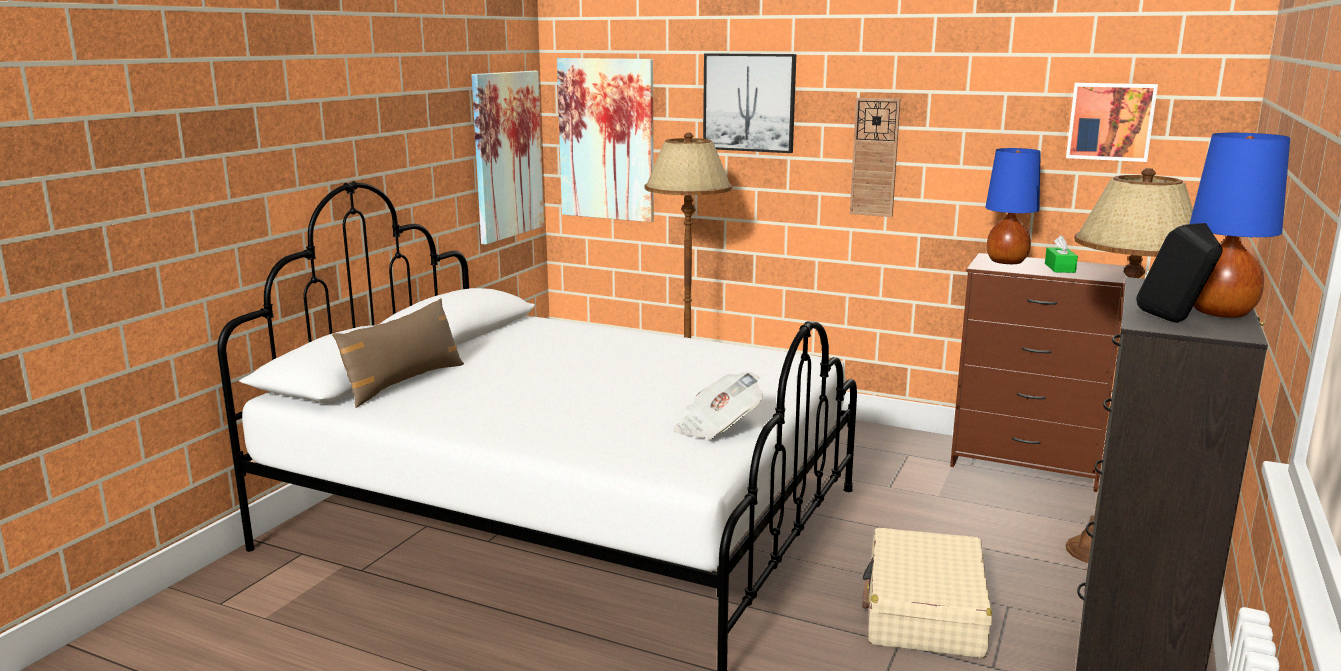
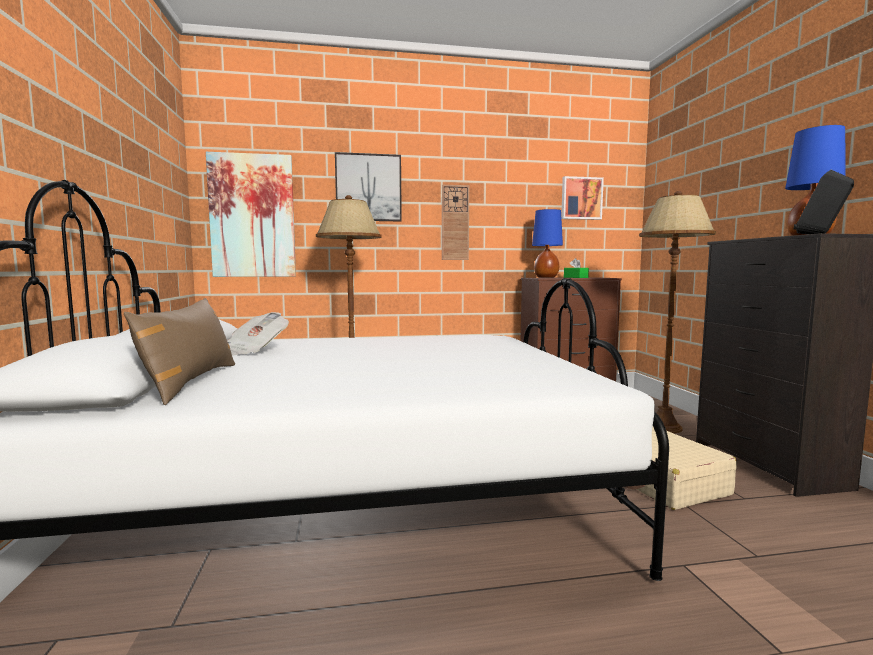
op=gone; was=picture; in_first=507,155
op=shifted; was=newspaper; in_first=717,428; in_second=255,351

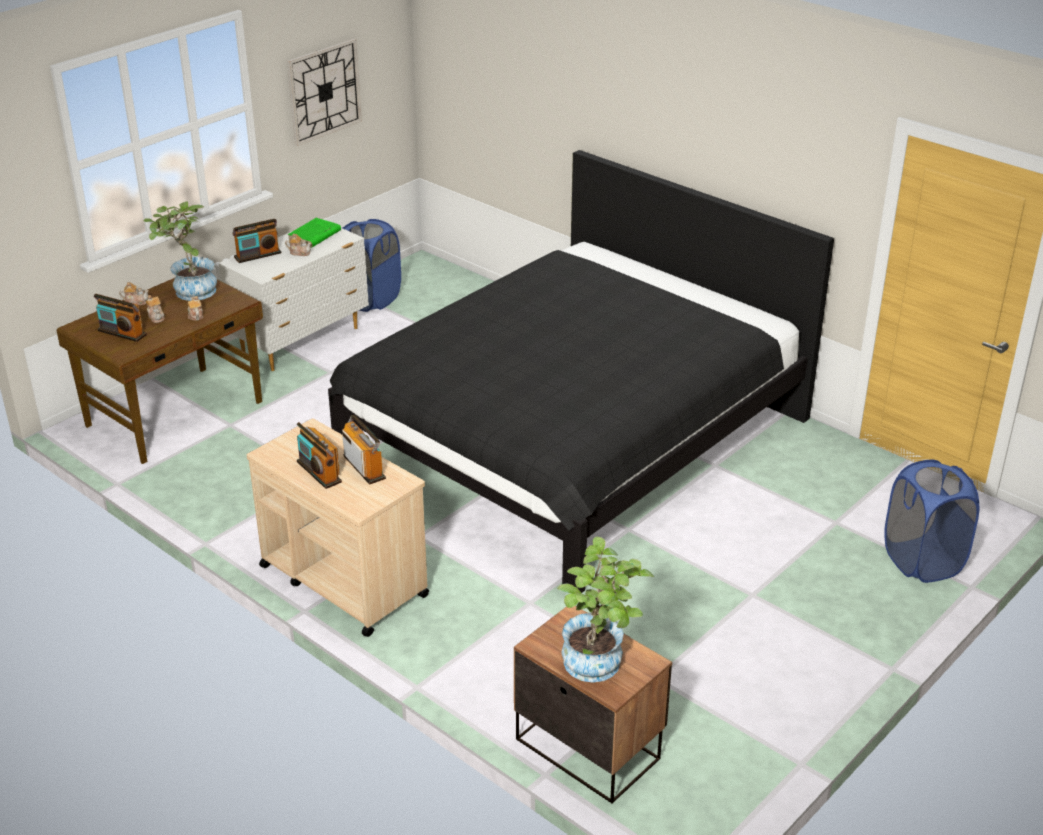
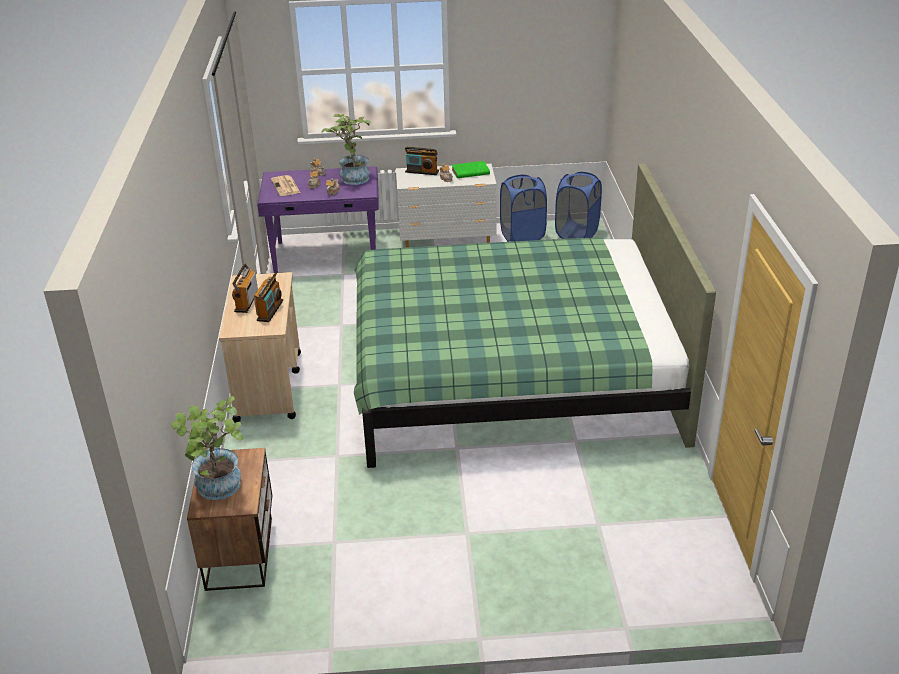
op=gone; was=wall clock; in_first=324,91
op=repainted; was=black bed; now=green bed; in_first=573,437; in_second=512,375
op=repainted; was=brown desk; now=purple desk; in_first=177,414; in_second=327,256
op=swapped; was=radio; now=newspaper; in_first=122,333; in_second=286,186
op=shifted; was=blue laundry basket; in_first=922,561; in_second=576,233

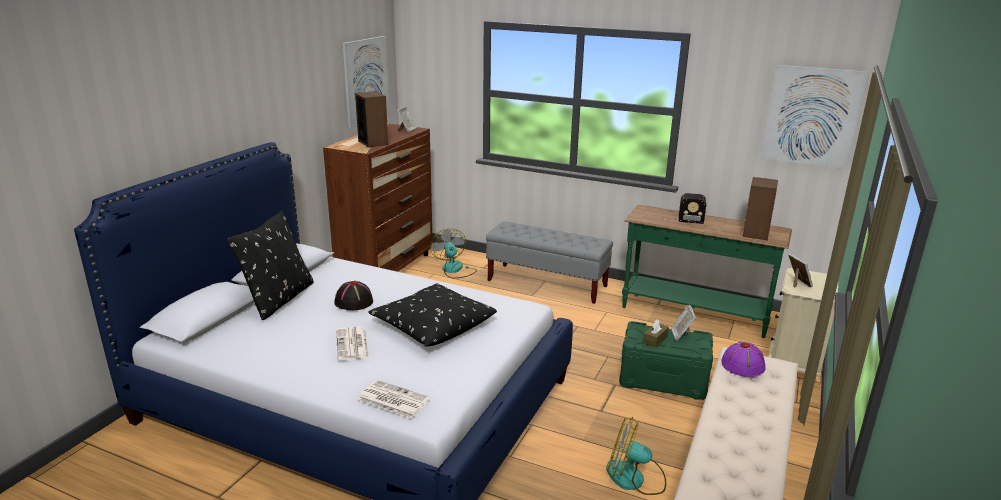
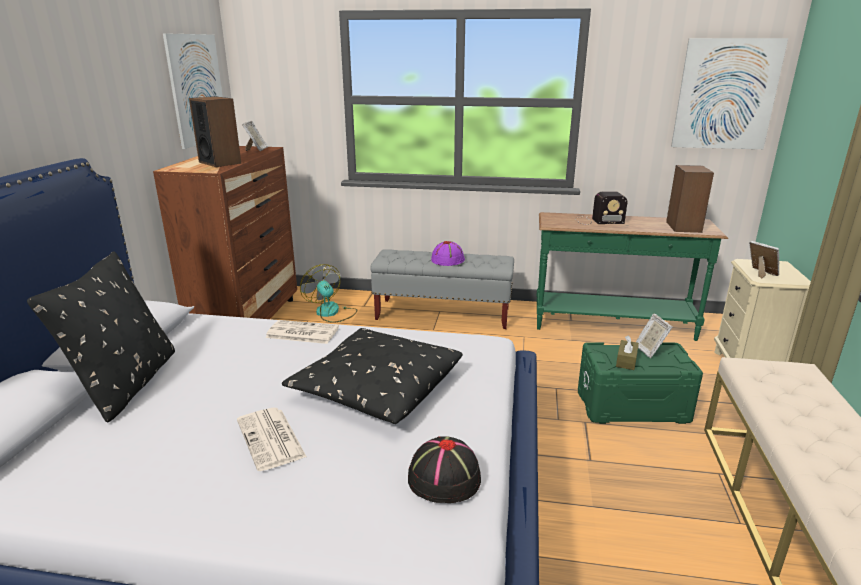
op=shifted; was=black hat; in_first=353,302; in_second=443,478
op=shifted; was=purple hat; in_first=743,365; in_second=448,260
op=shifted; was=newspaper; in_first=392,400; in_second=301,333
op=gone; was=fan; in_first=634,478

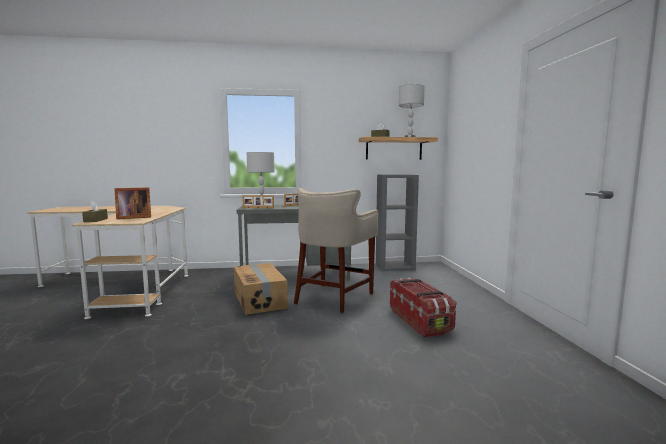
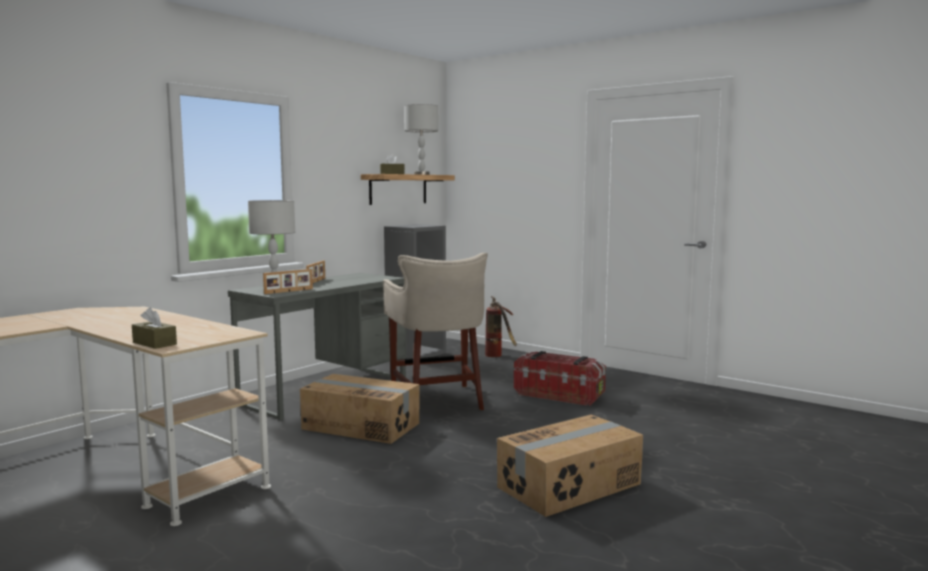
op=gone; was=picture frame; in_first=132,217
op=new; now=fire extinguisher; in_second=499,356
op=new; now=cardboard box; in_second=570,486

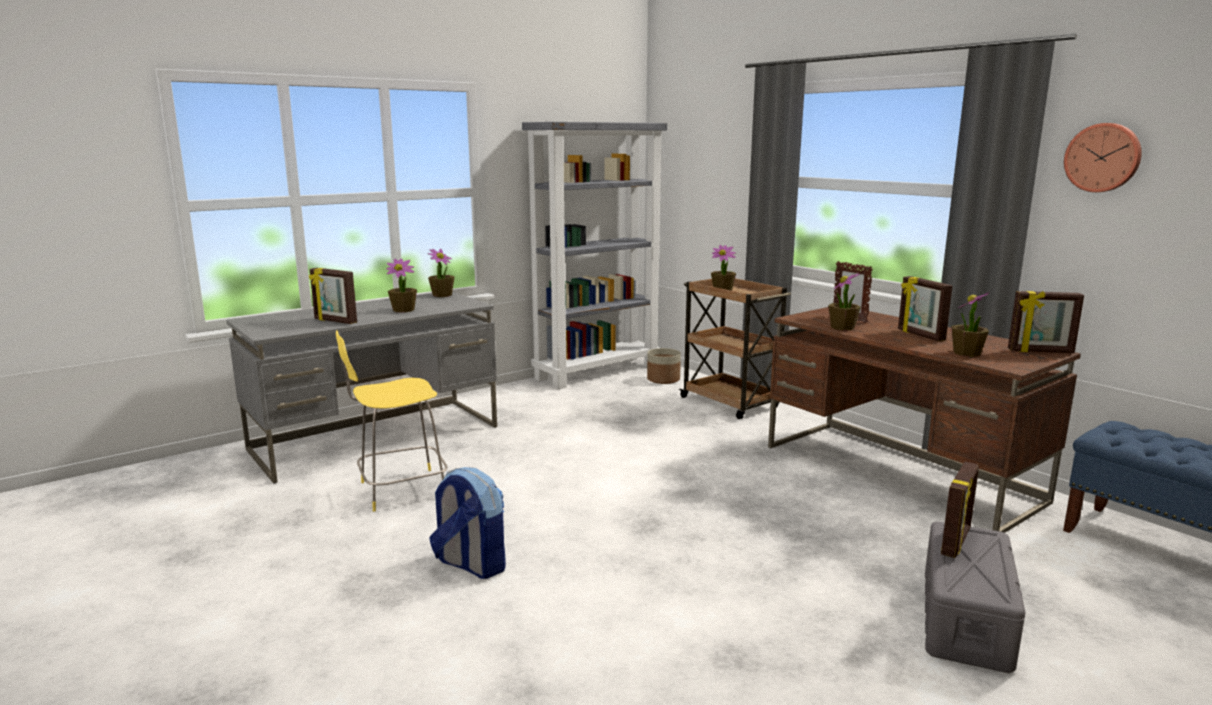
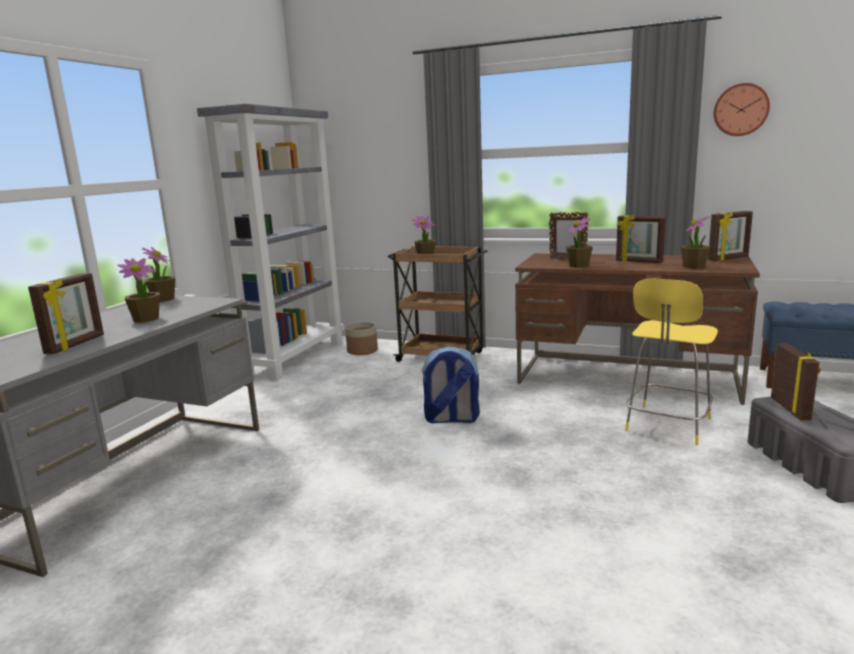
op=rotated; was=picture frame; in_first=335,321; in_second=76,345; clockwise=-75
op=shifted; was=yellow stool; in_first=399,490; in_second=667,426
op=shifted; was=backpack; in_first=470,564; in_second=451,419

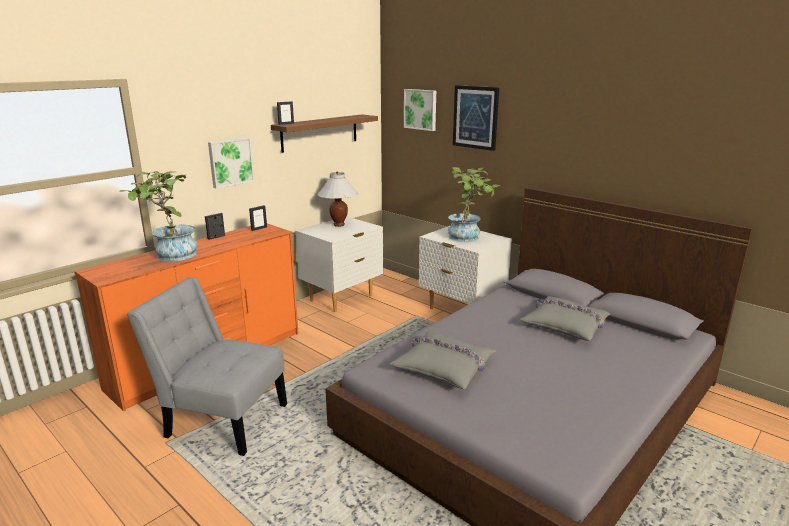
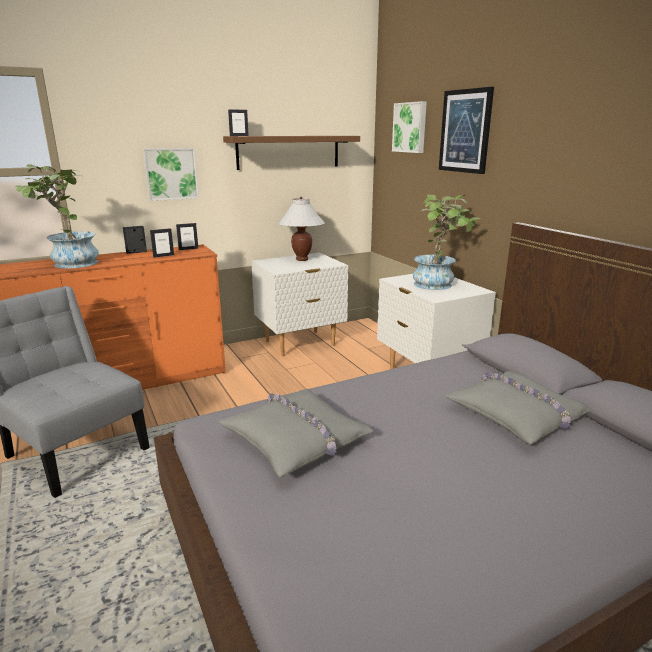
op=new; now=picture frame; in_second=163,256

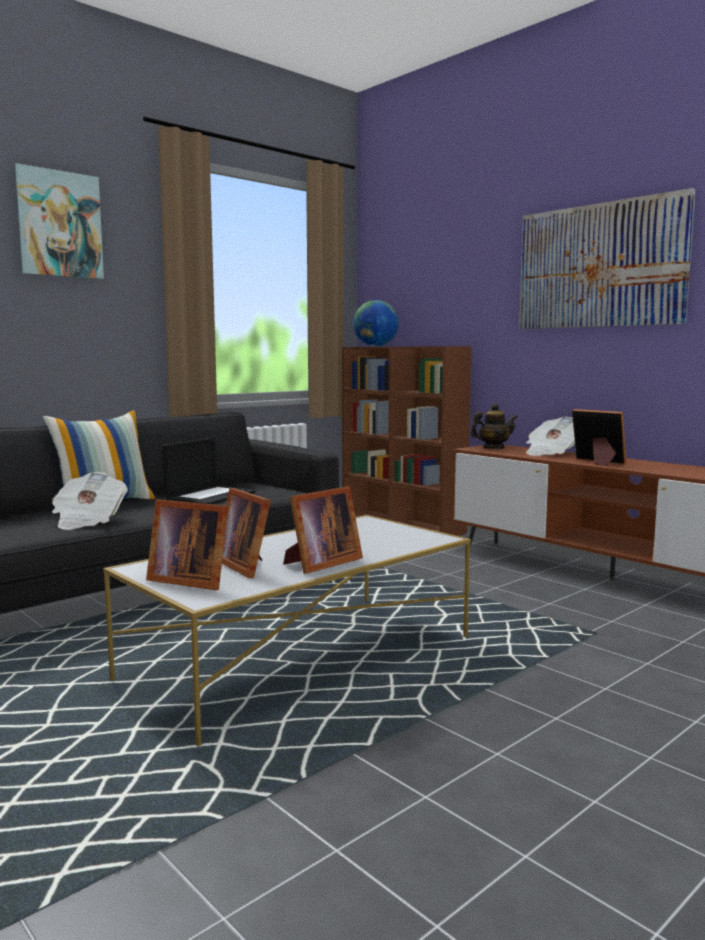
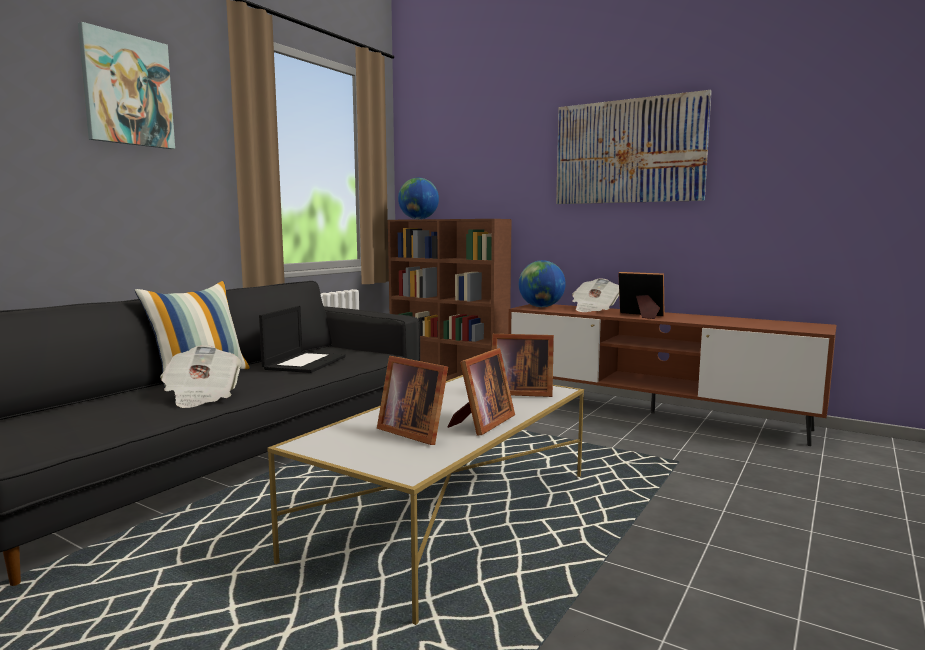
op=swapped; was=teapot; now=globe; in_first=493,448; in_second=541,307
op=shifted; was=picture frame; in_first=189,580; in_second=519,392

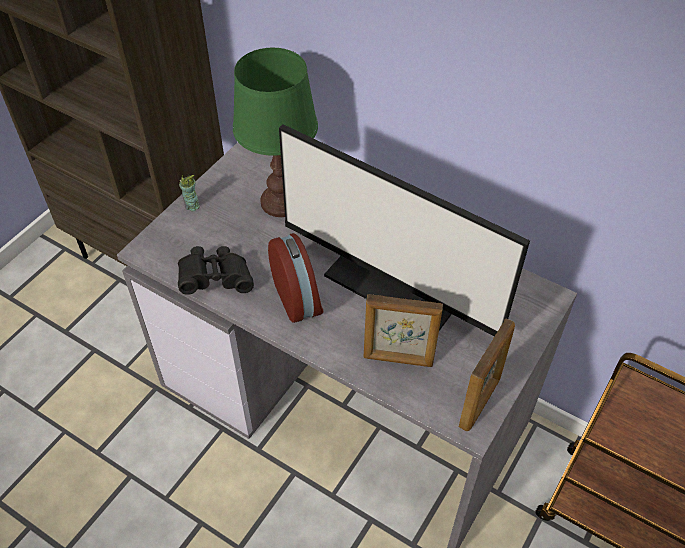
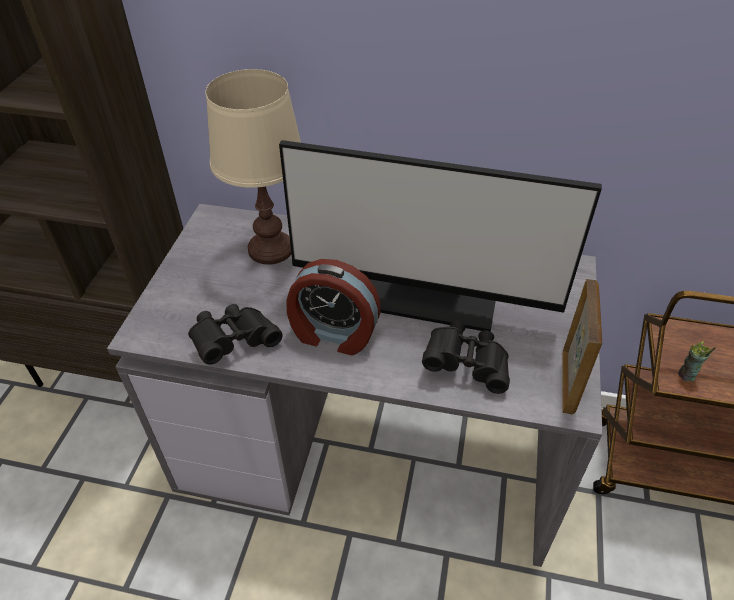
op=repainted; was=green table lamp; now=beige table lamp; in_first=281,202; in_second=270,249
op=shifted; was=cup; in_first=192,206; in_second=686,375
op=rotated; was=alarm clock; in_first=298,297; in_second=333,334; clockwise=150
op=swapped; was=picture frame; now=black binoculars; in_first=398,359; in_second=467,365

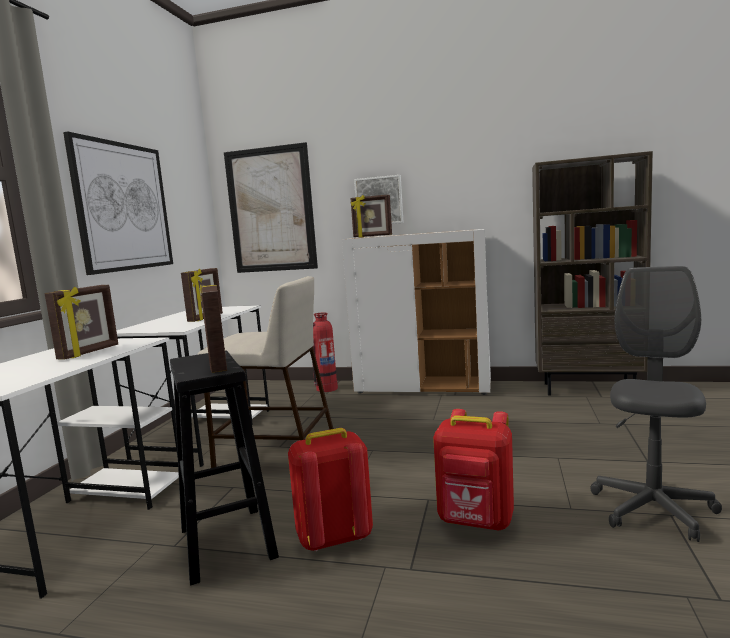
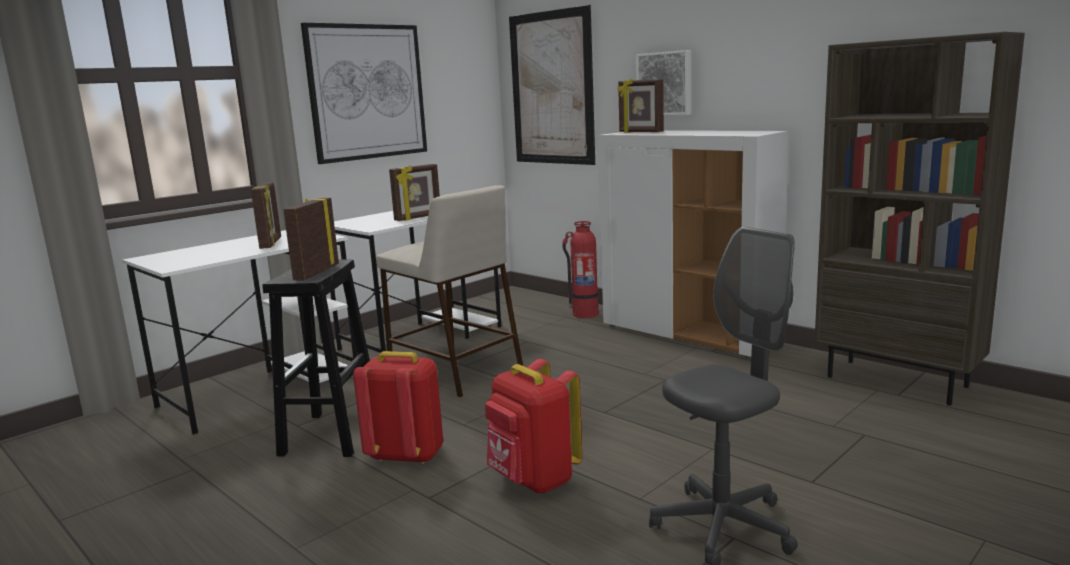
op=rotated; was=picture frame; in_first=90,352; in_second=271,243; clockwise=-60

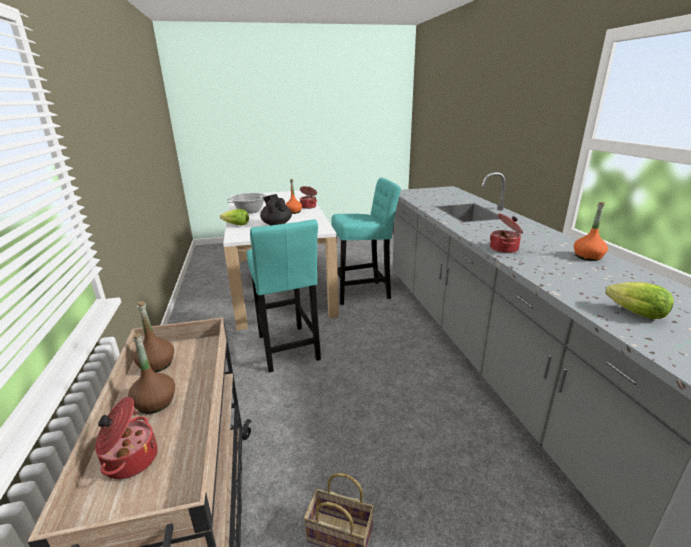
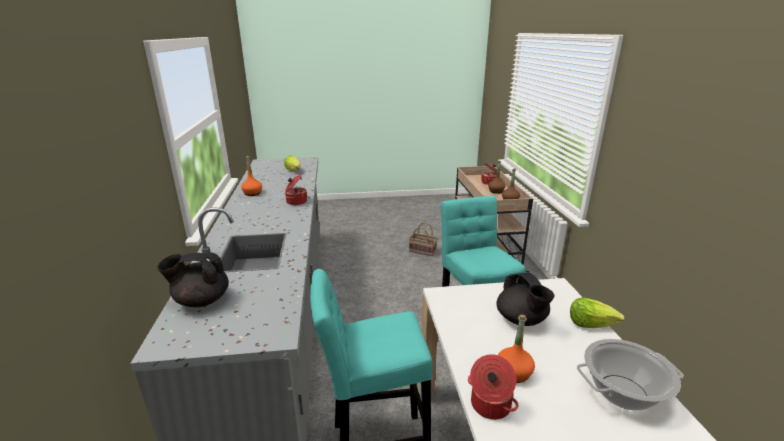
op=new; now=black teapot; in_second=201,300

